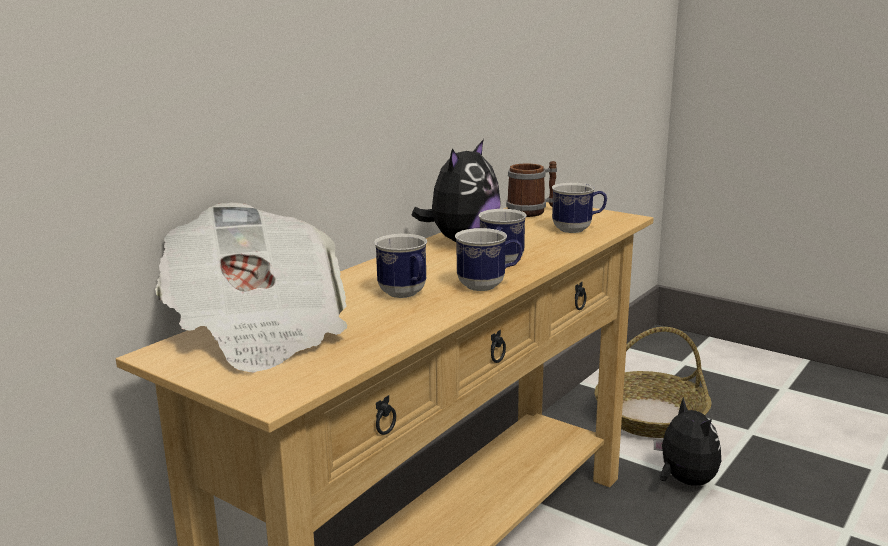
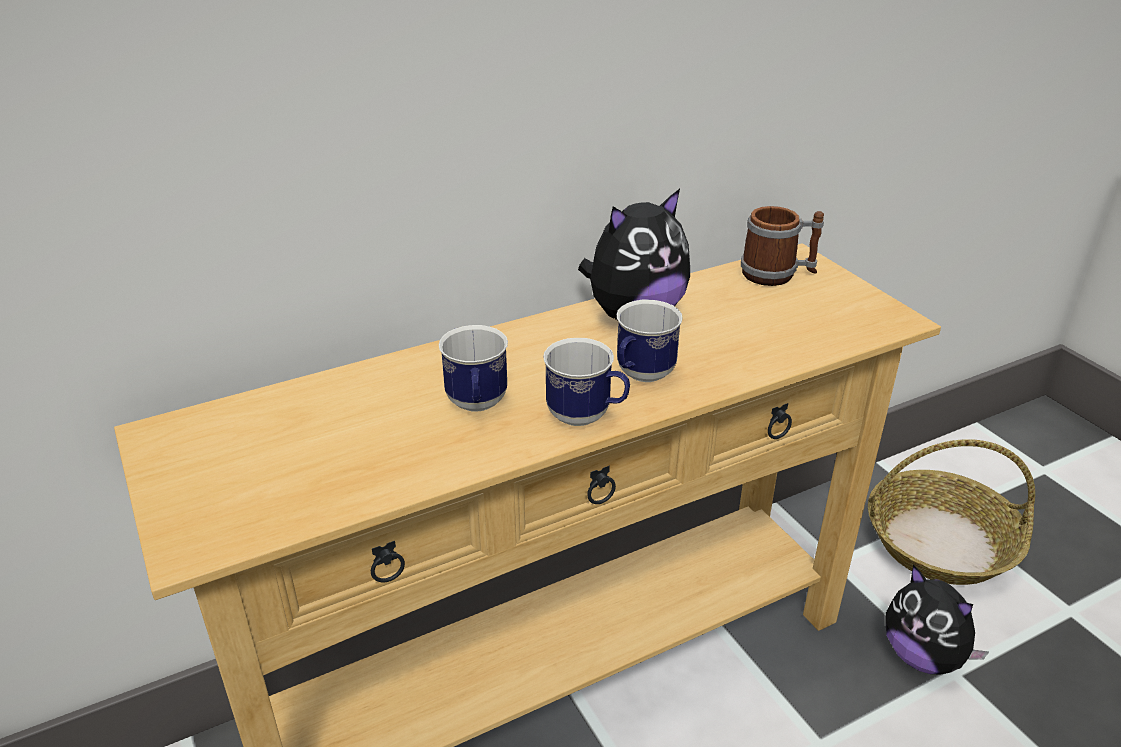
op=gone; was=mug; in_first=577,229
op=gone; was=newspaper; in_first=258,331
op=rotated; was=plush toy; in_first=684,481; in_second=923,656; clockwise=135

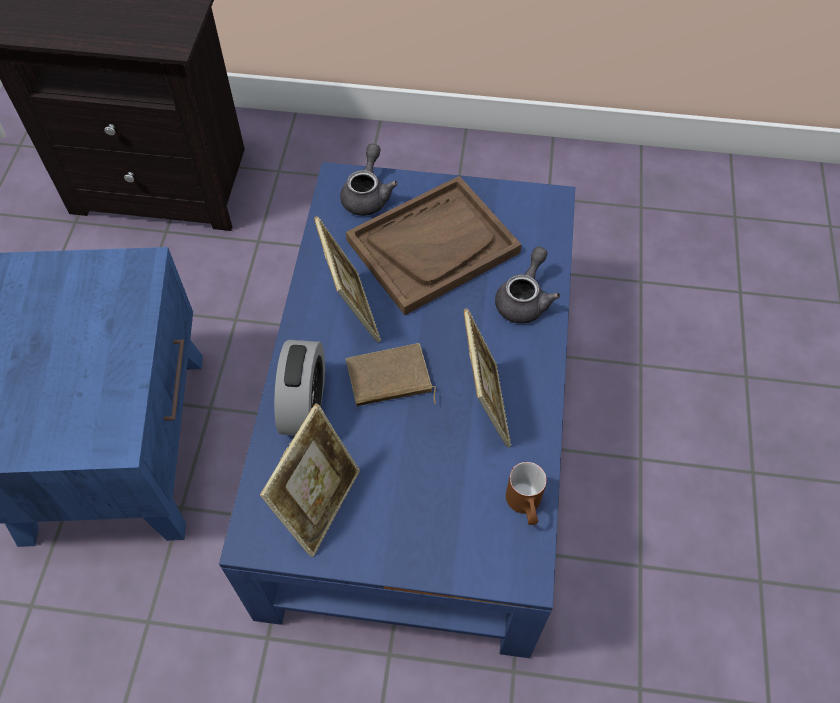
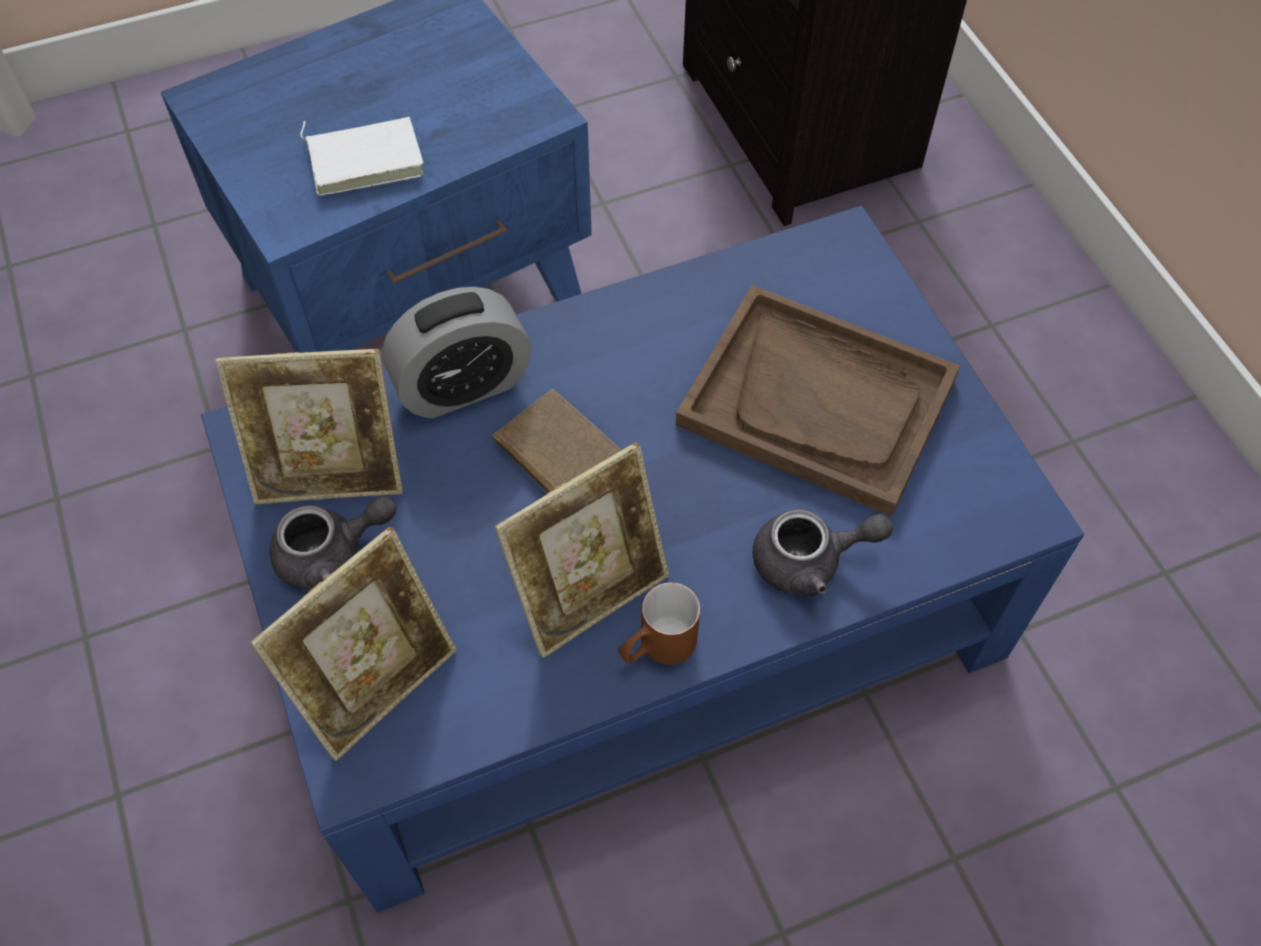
op=shifted; was=grey teapot; in_first=367,195; in_second=332,554
op=shifted; was=picture frame; in_first=351,310; in_second=377,683
op=shifted; was=brown mug; in_first=525,506; in_second=656,648
op=new; now=white book; in_second=365,158

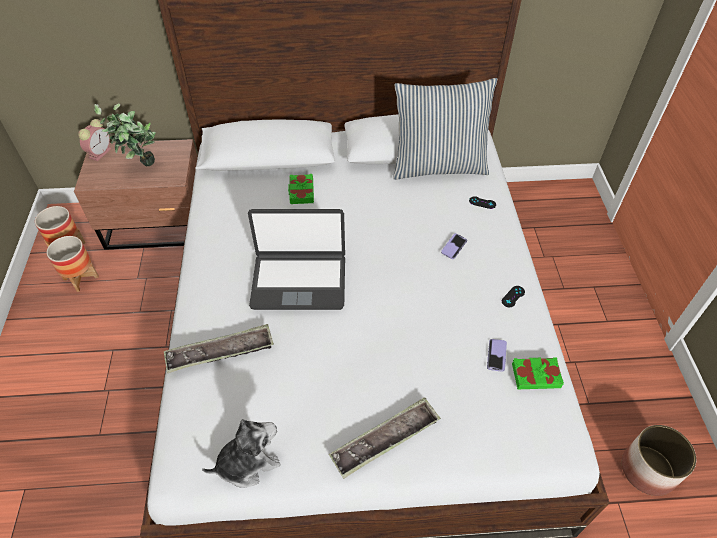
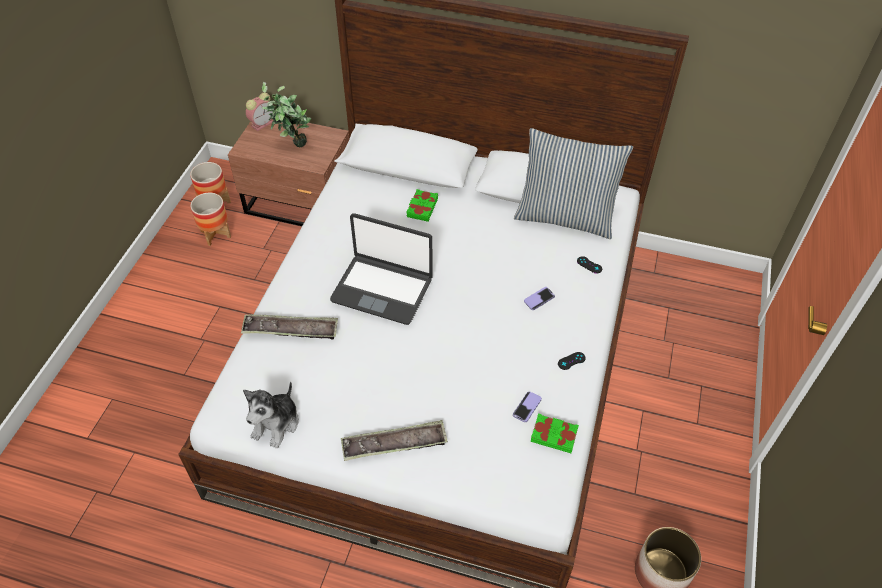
op=rotated; was=plush toy; in_first=248,462; in_second=276,424; clockwise=120

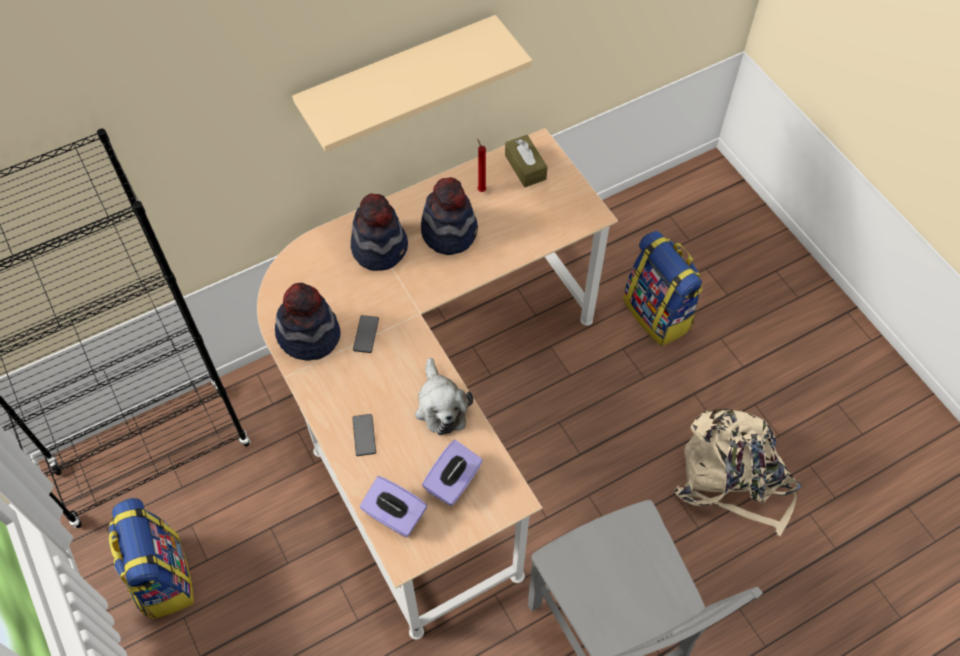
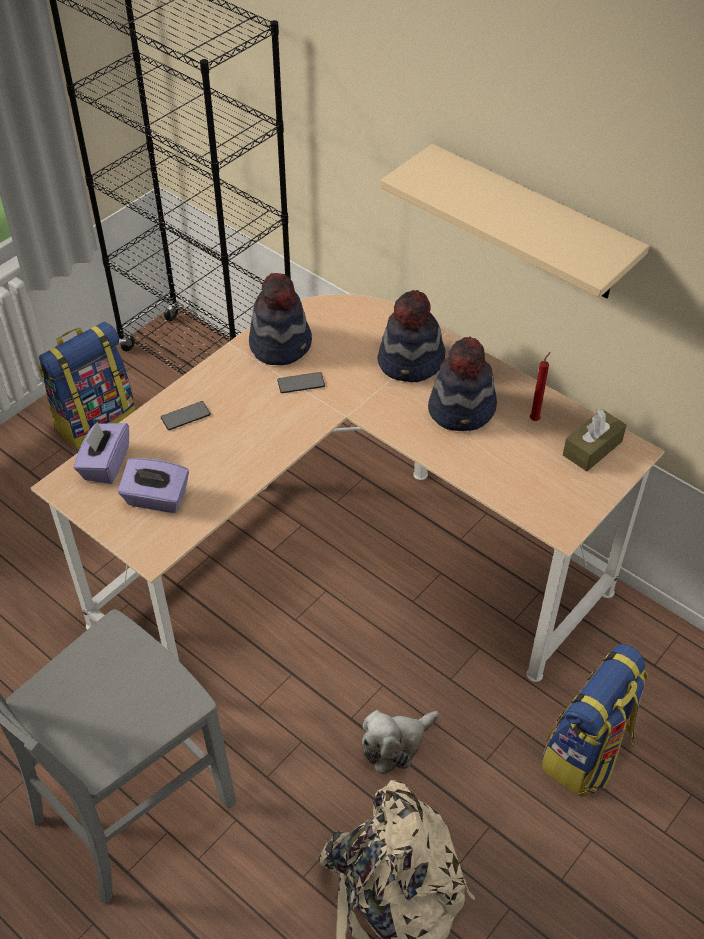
op=shifted; was=plush toy; in_first=441,405; in_second=396,744

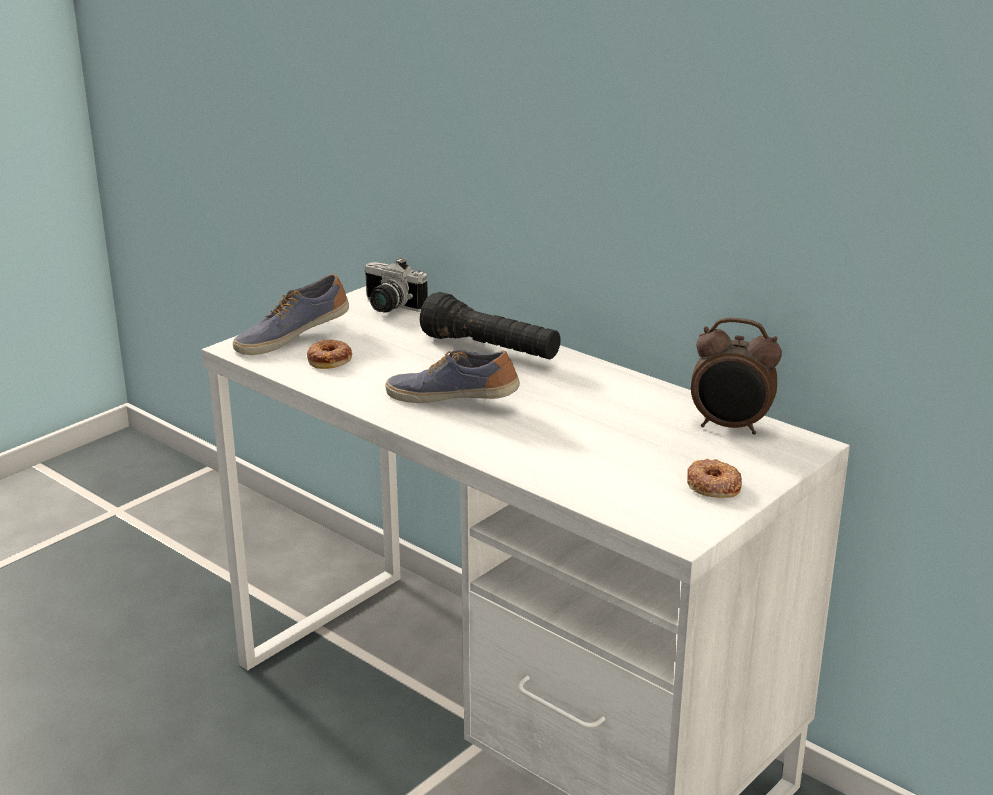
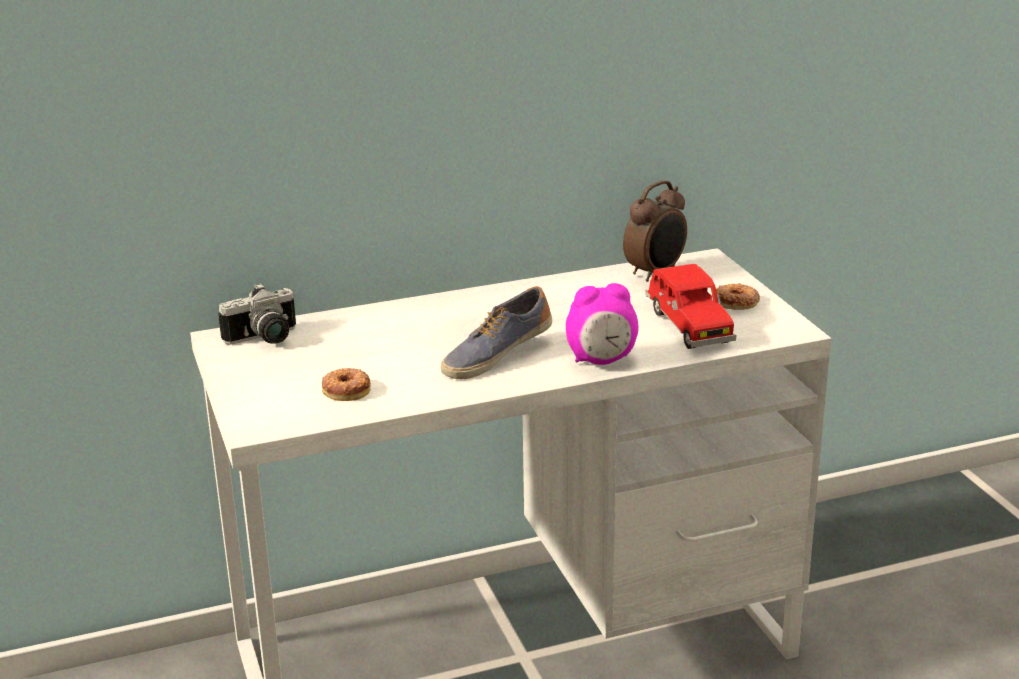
op=gone; was=shoe; in_first=291,337
op=gone; was=black flashlight; in_first=491,350
op=new; now=red toy car; in_second=688,326
op=new; now=alarm clock; in_second=601,361

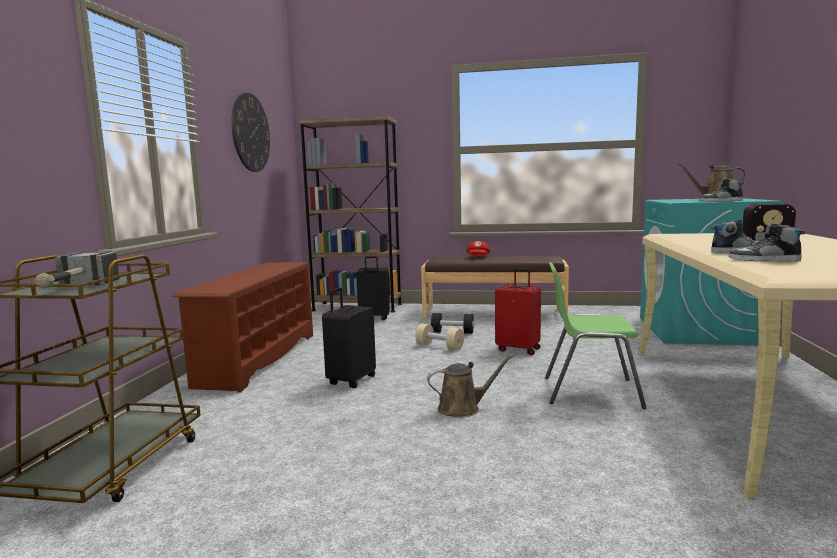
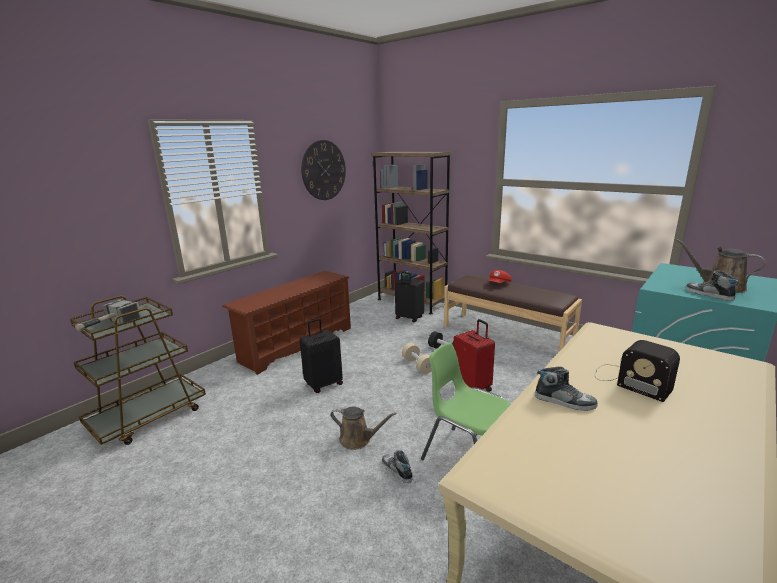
op=shifted; was=shoe; in_first=764,260; in_second=396,470

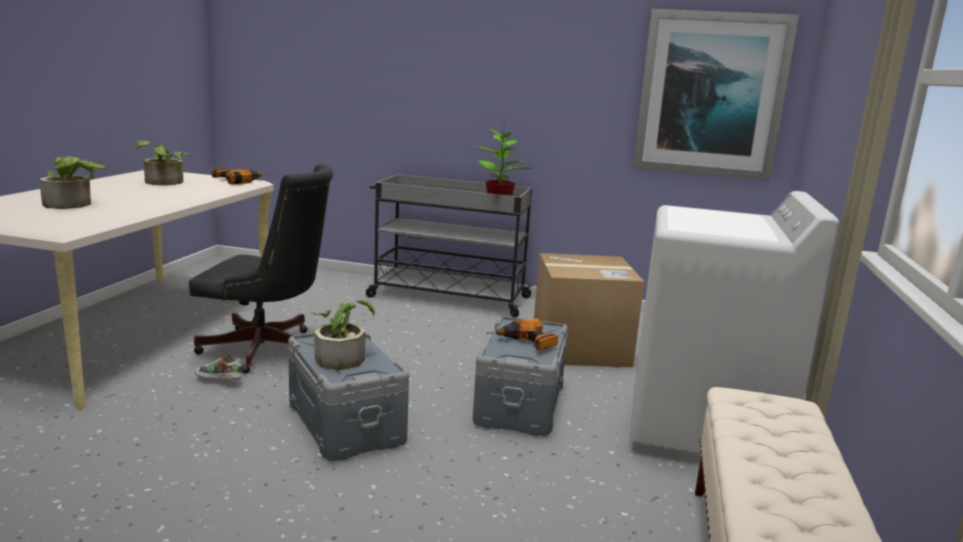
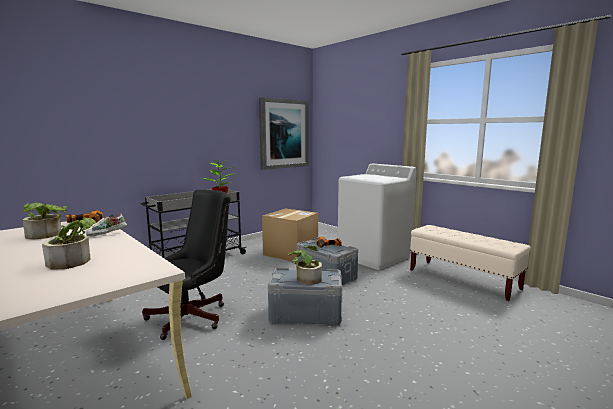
op=shifted; was=shoe; in_first=218,382; in_second=107,235

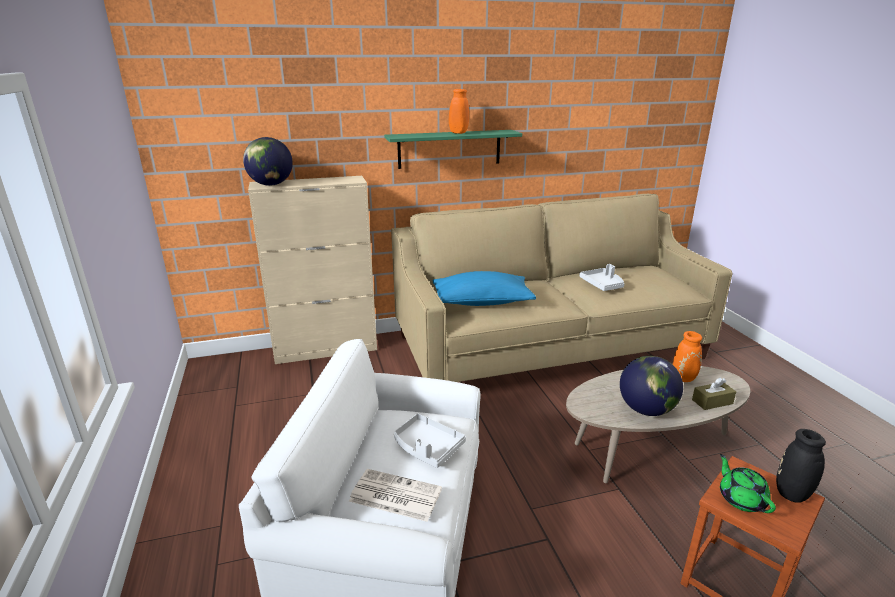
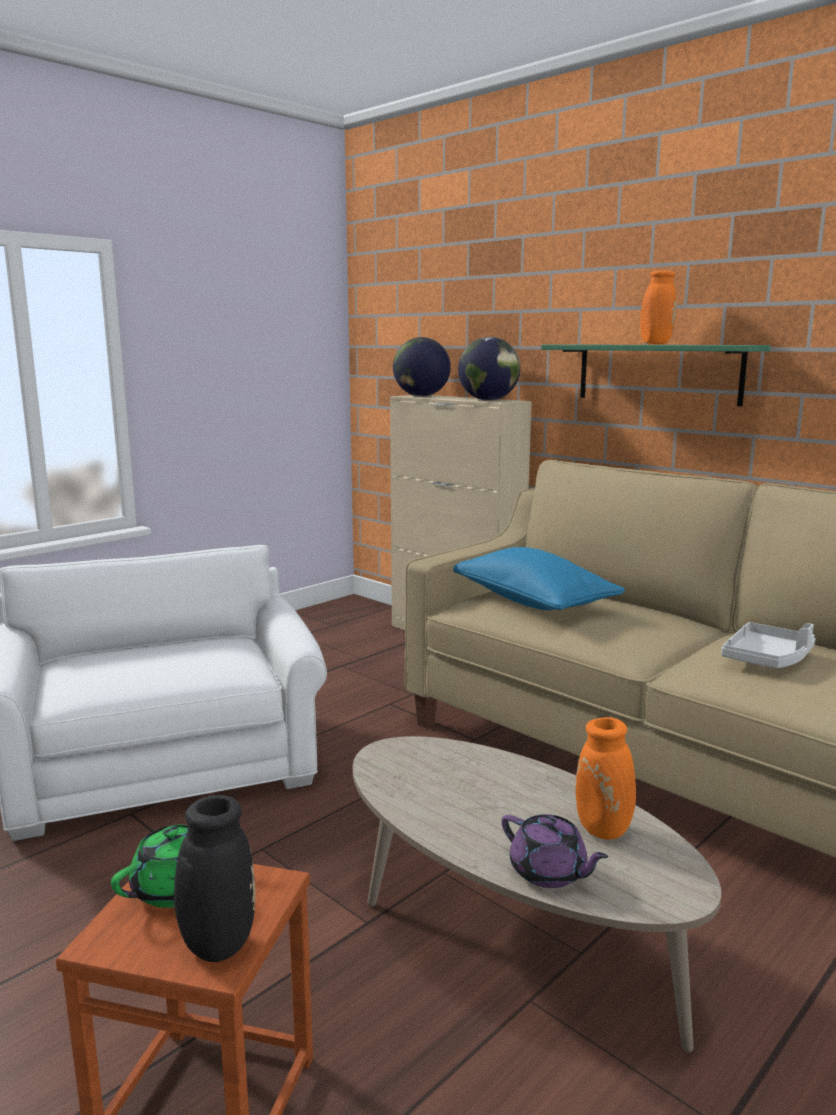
op=shifted; was=globe; in_first=646,409; in_second=488,400
op=swapped; was=brown tissue box; now=purple teapot; in_first=712,402; in_second=549,872
op=gone; was=grey tray; in_first=427,447
op=gone; was=newspaper; in_first=394,495

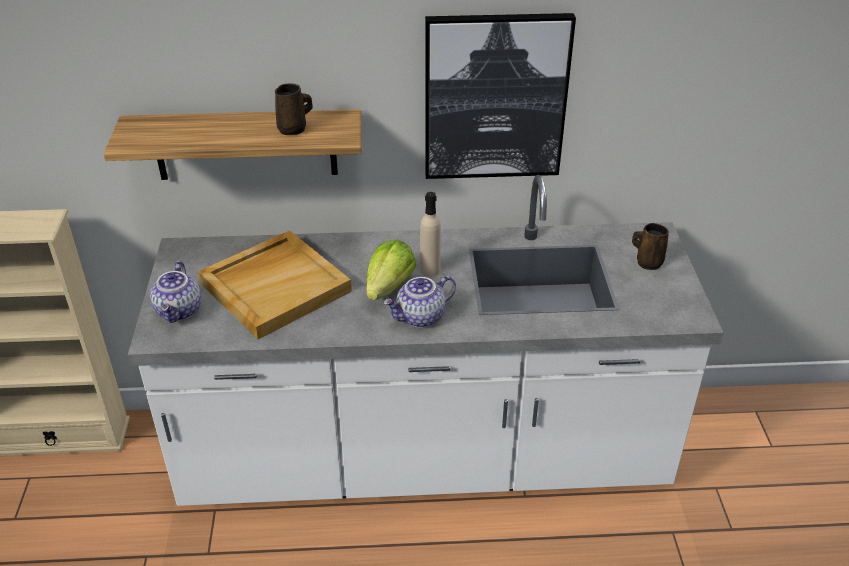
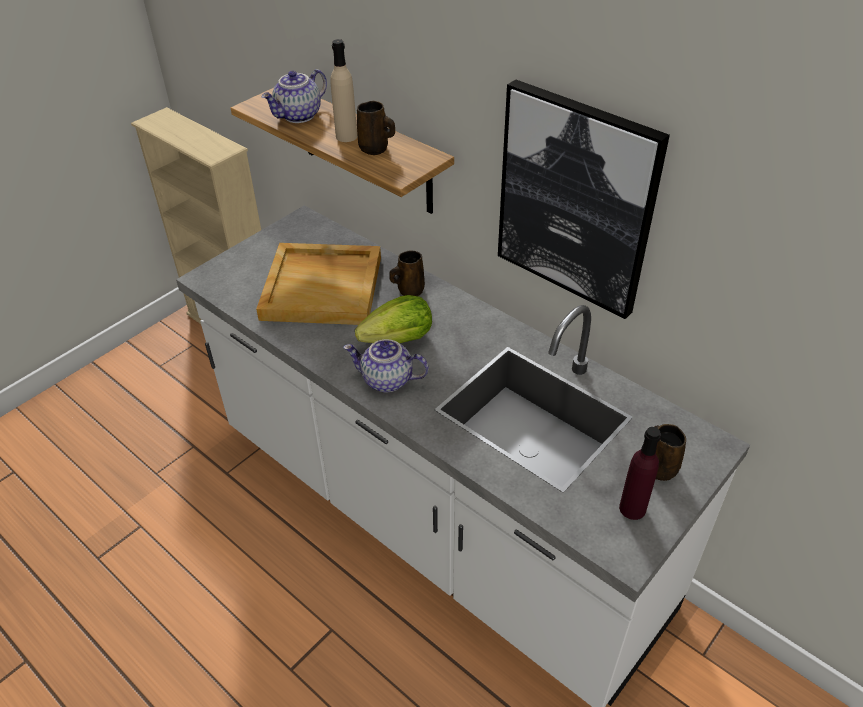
op=shifted; was=beige bottle; in_first=430,270; in_second=346,136
op=shifted; was=teapot; in_first=180,311; in_second=299,116
op=new; now=brown mug; in_second=409,290
op=new; now=purple bottle; in_second=632,508

